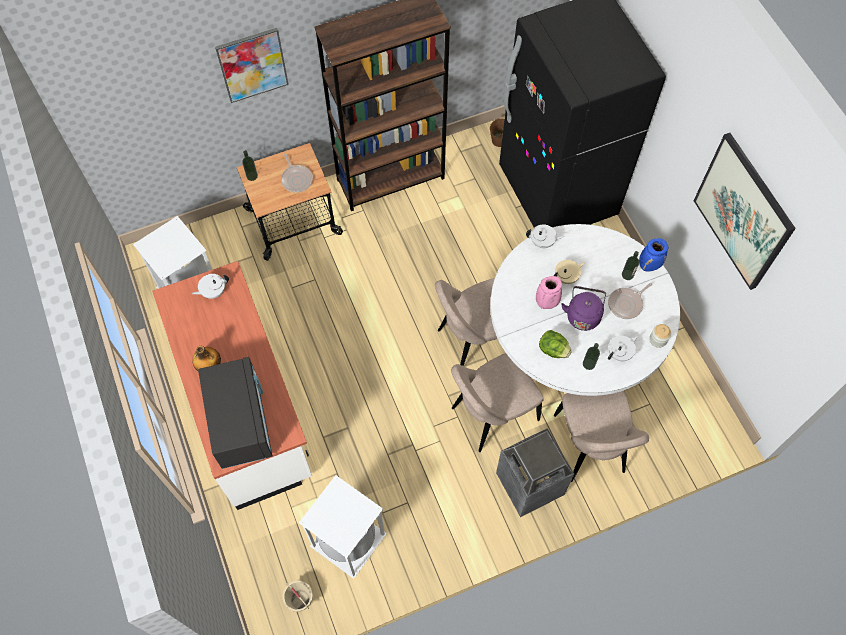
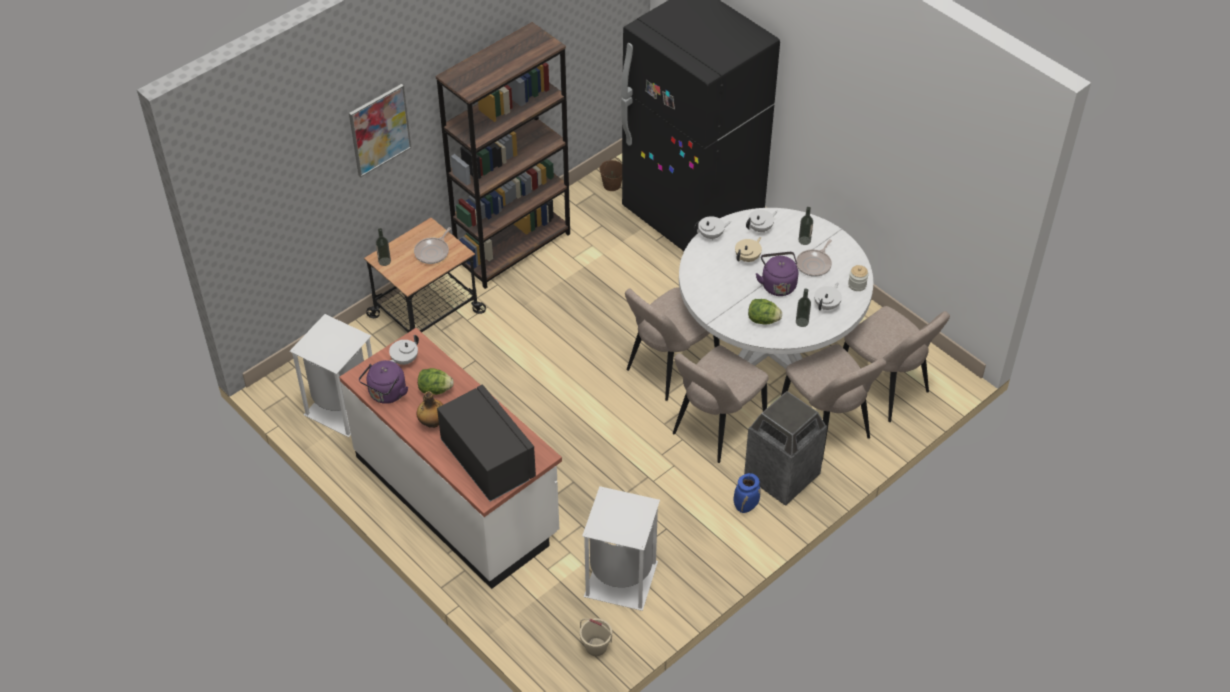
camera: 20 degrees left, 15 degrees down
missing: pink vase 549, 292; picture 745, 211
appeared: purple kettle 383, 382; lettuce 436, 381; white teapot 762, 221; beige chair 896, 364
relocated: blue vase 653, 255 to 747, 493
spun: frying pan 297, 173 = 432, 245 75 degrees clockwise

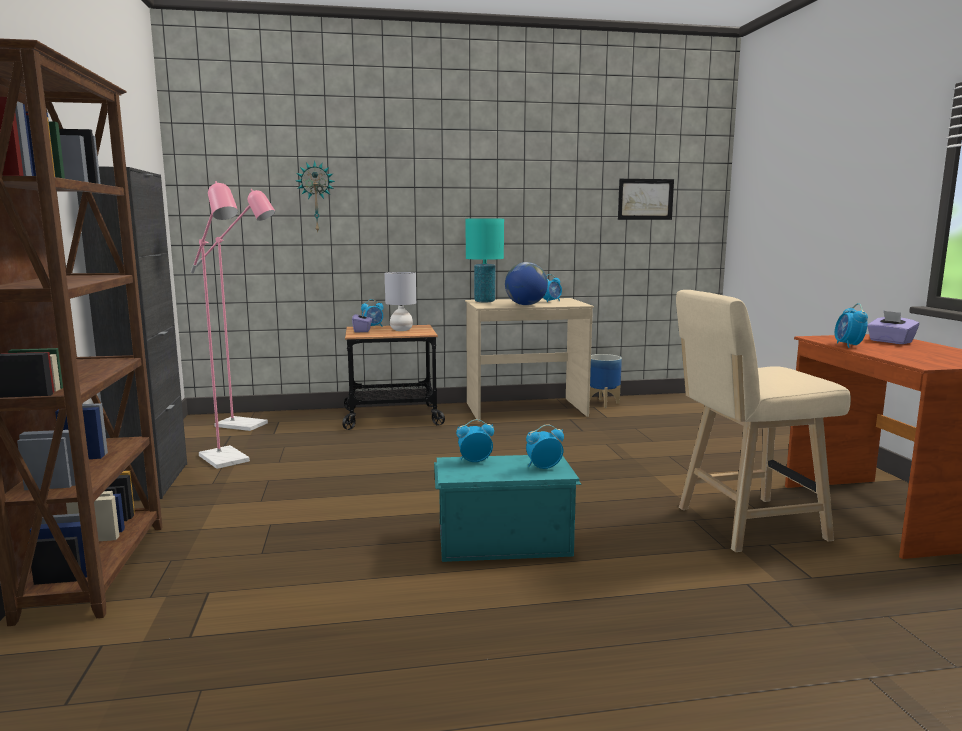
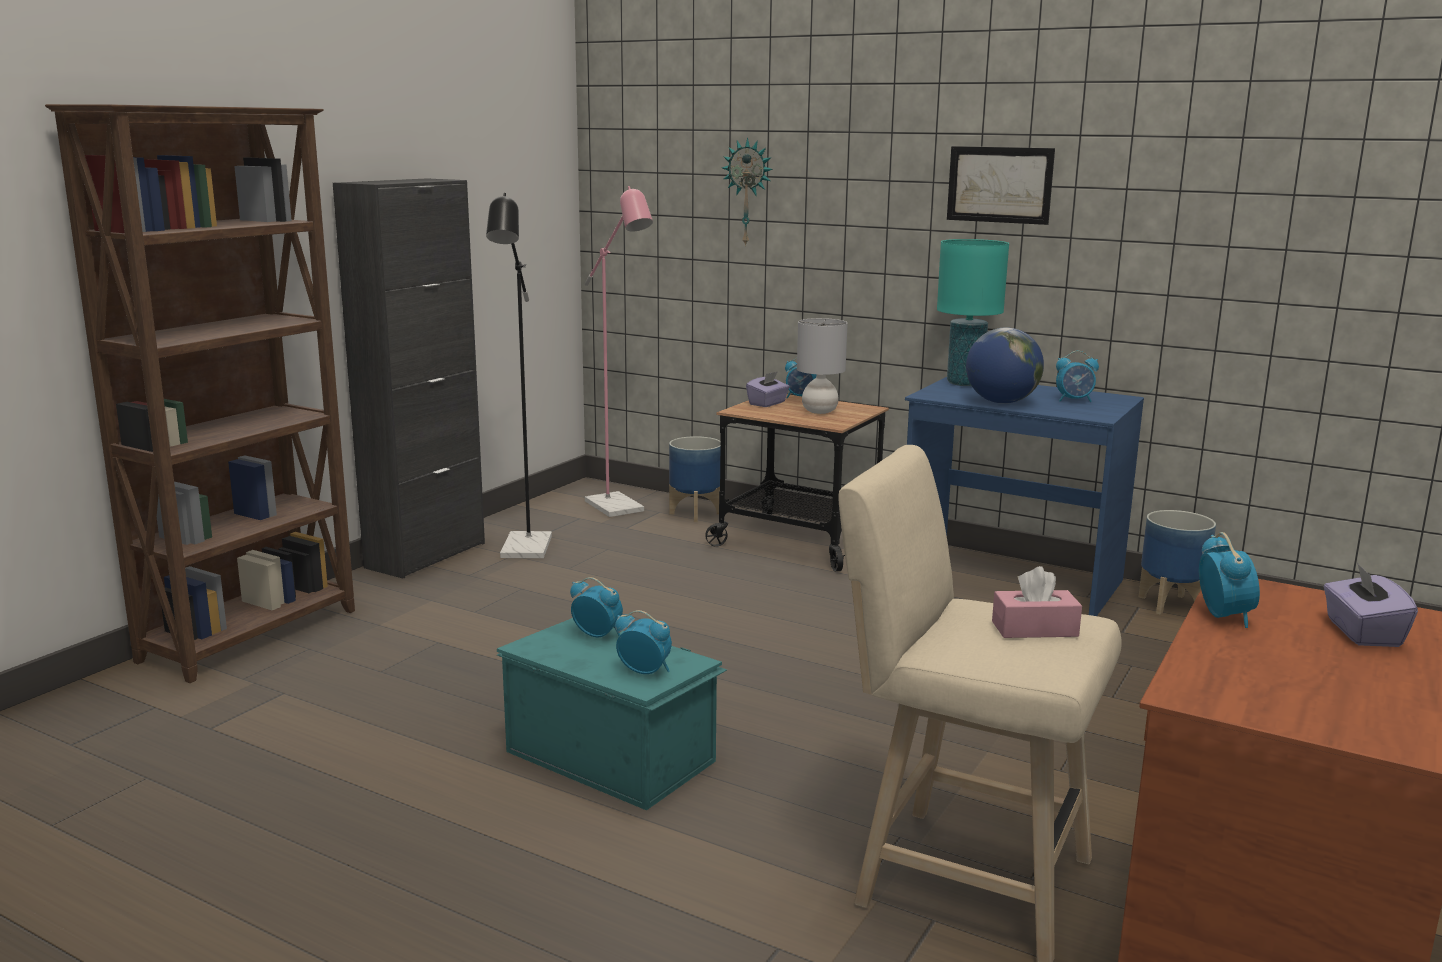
camera: 40 degrees right, 5 degrees up
appeared: planter 695, 479; pink tissue box 1037, 602
relocated: picture 646, 199 to 1001, 185
colour: pink floor lamp 220, 325 to black floor lamp 519, 375; beige desk 529, 360 to blue desk 1024, 496
spun: alarm clock 851, 325 = 1229, 580 135 degrees clockwise

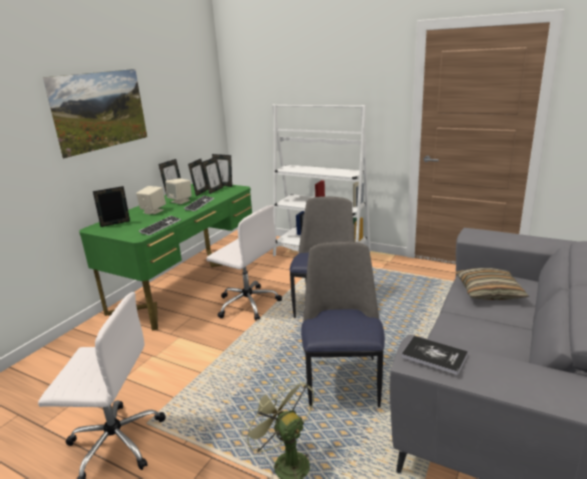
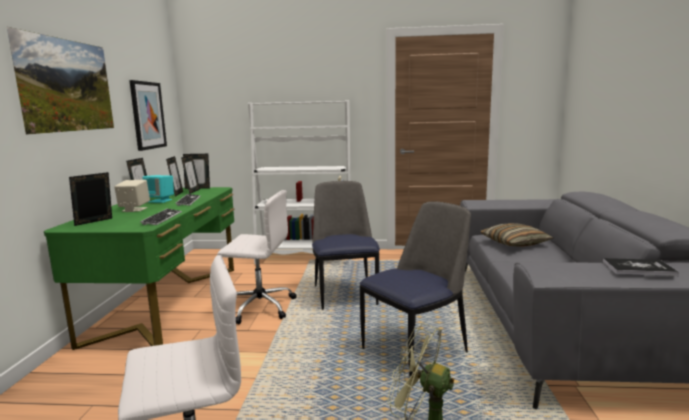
camera: 25 degrees left, 10 degrees down
appeared: picture 148, 115
relocated: book 434, 355 to 640, 267
colour: beige speaker 178, 191 to turquoise speaker 158, 189
spun: chair 343, 324 = 415, 289 75 degrees clockwise

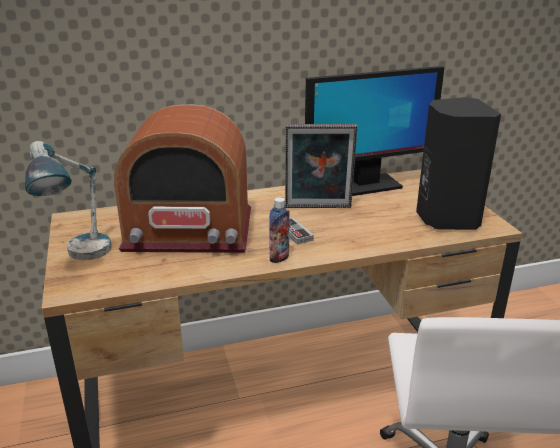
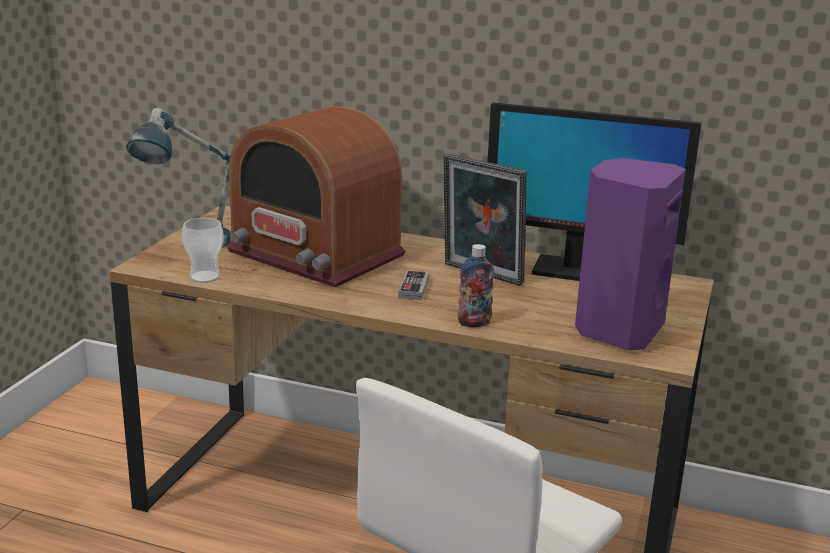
camera: 35 degrees right, 5 degrees down
appeared: cup 203, 250
relocated: bottle 279, 230 to 476, 285
colour: black speaker 458, 163 to purple speaker 630, 254

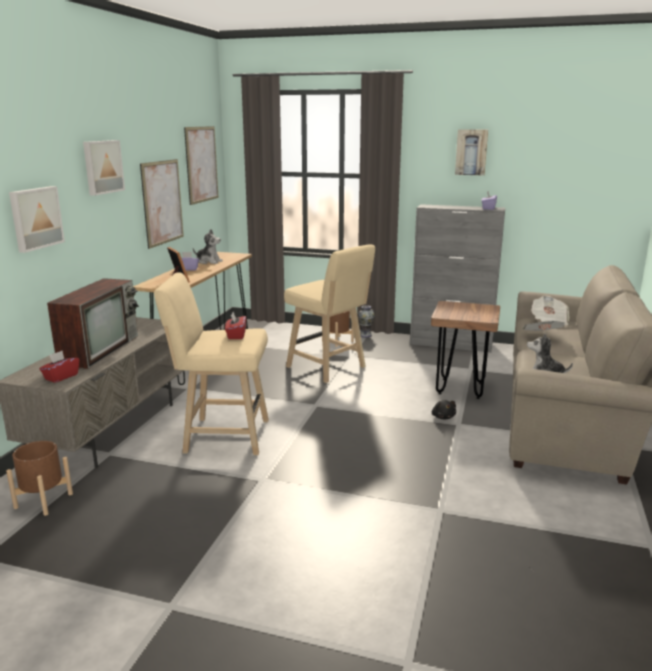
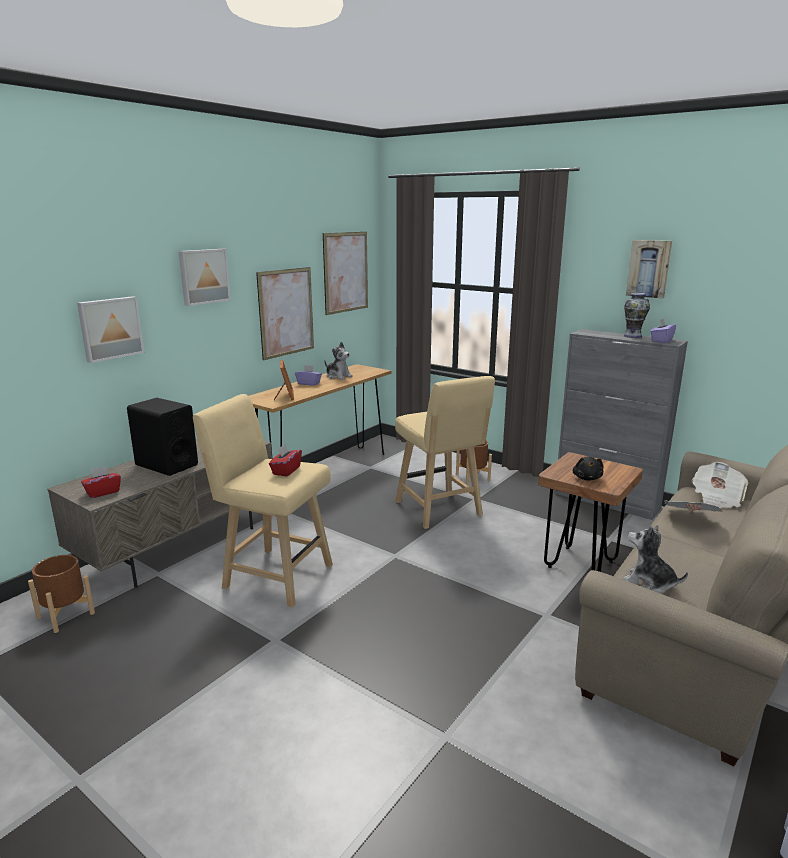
camera: 20 degrees right, 0 degrees up
relocated: vase 366, 321 to 637, 315; black plush toy 444, 410 to 588, 469
exchanged: television 93, 323 to black speaker 162, 437

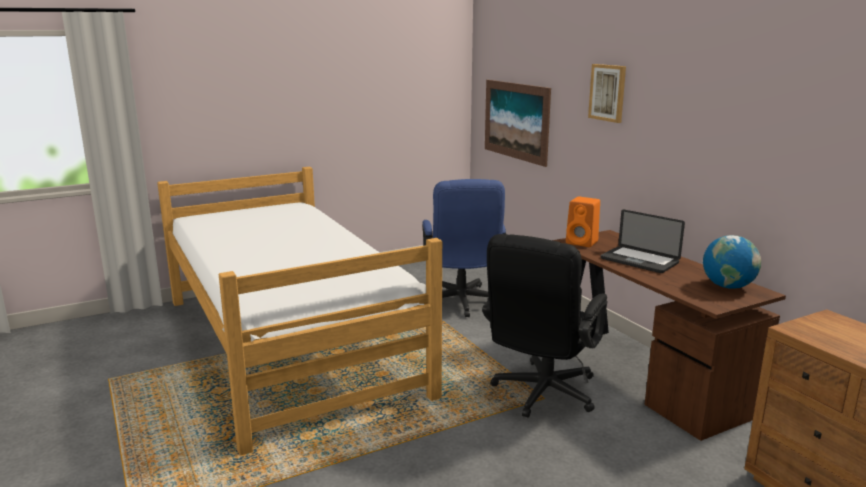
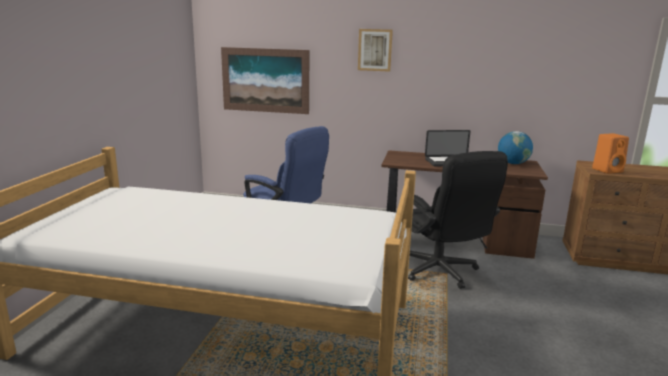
camera: 50 degrees left, 0 degrees up
relocated: orange speaker 583, 222 to 610, 153

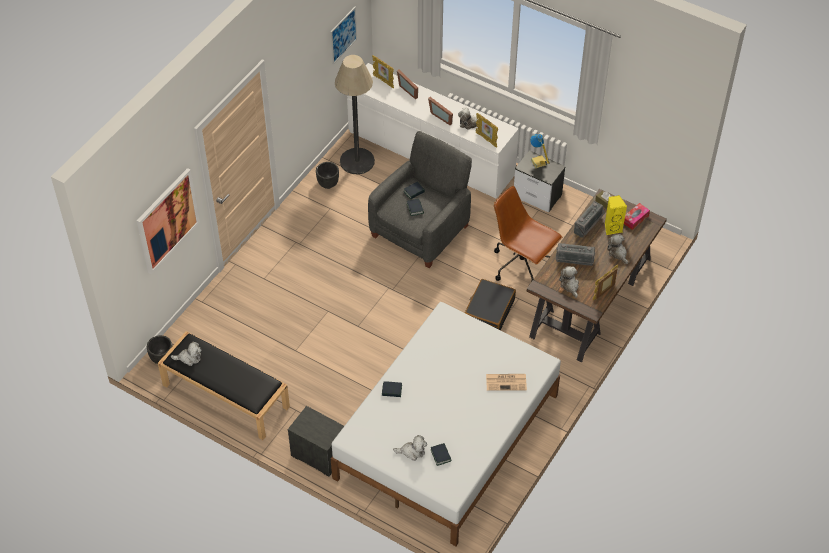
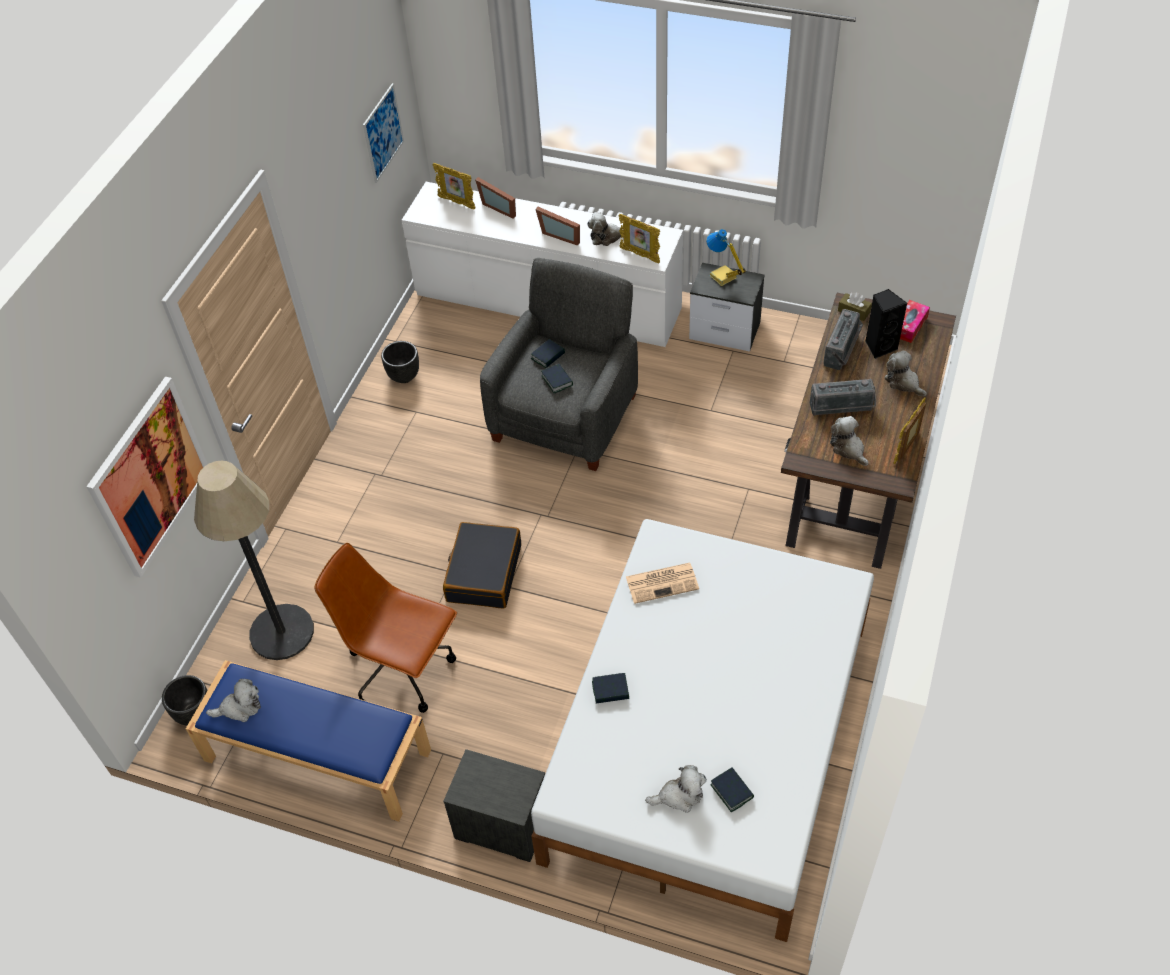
camera: 10 degrees left, 0 degrees up
relocated: floor lamp 355, 114 to 254, 560; black suitcase 490, 304 to 482, 565; newspaper 506, 382 to 662, 583; brown office chair 528, 235 to 385, 628
colour: black bench 224, 385 to blue bench 308, 741; yellow speaker 616, 215 to black speaker 886, 324

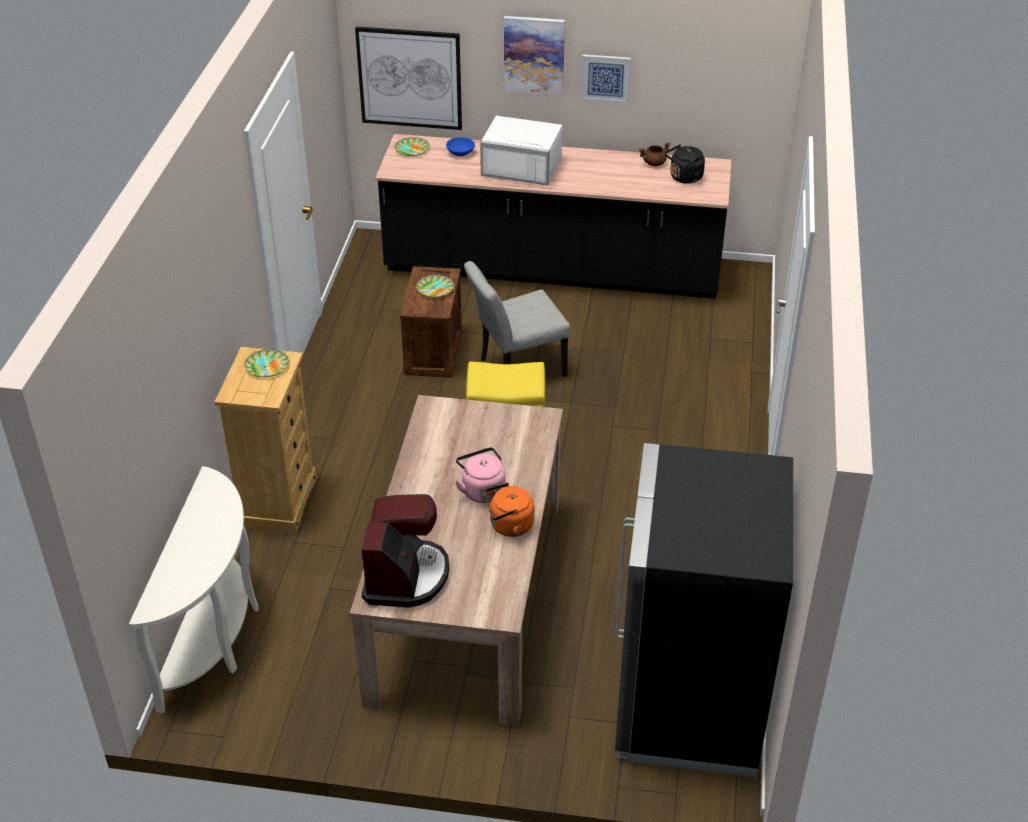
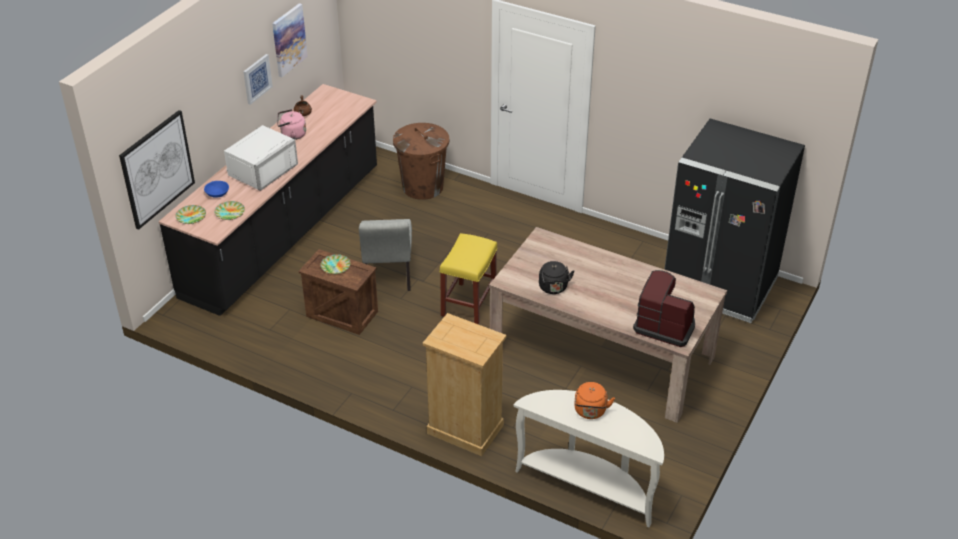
camera: 70 degrees left, 0 degrees up
appeared: brown trash can 421, 161
relocated: plate 266, 363 to 229, 210; pink kettle 480, 475 to 291, 124; orange kettle 509, 510 to 594, 400; picture 534, 55 to 290, 40; black kettle 685, 164 to 556, 277

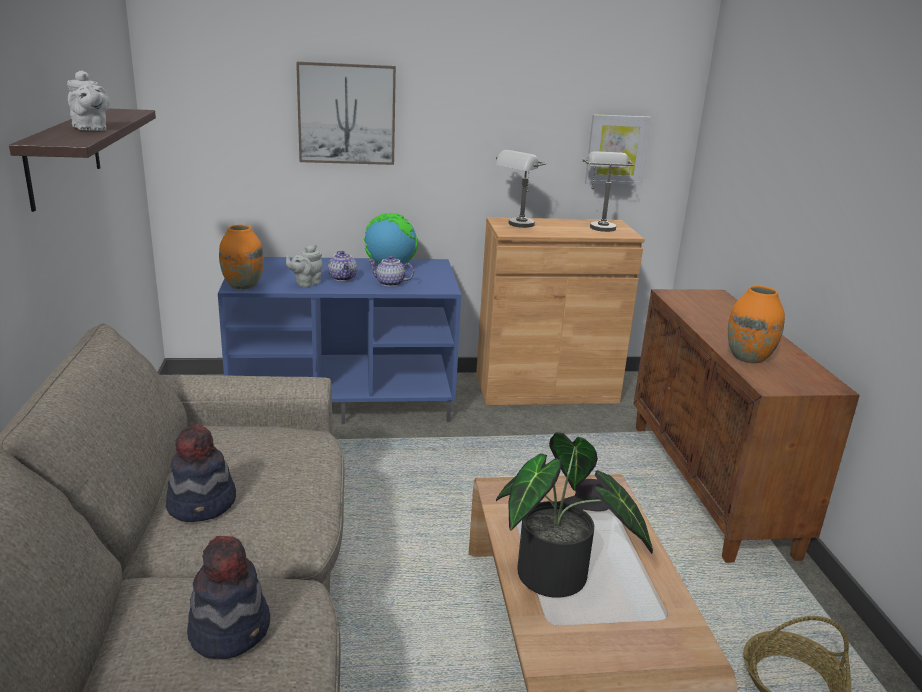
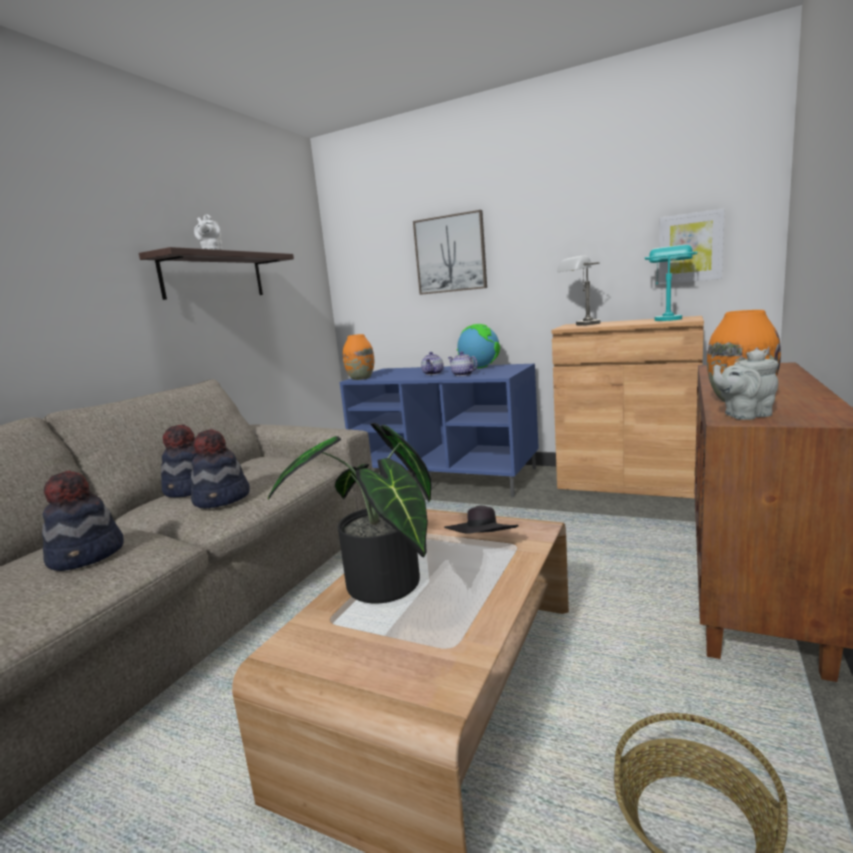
camera: 35 degrees right, 10 degrees down
appeared: hat 220, 468
relocated: grey teapot 304, 266 to 745, 384
colour: grey table lamp 608, 191 to turquoise table lamp 670, 283

